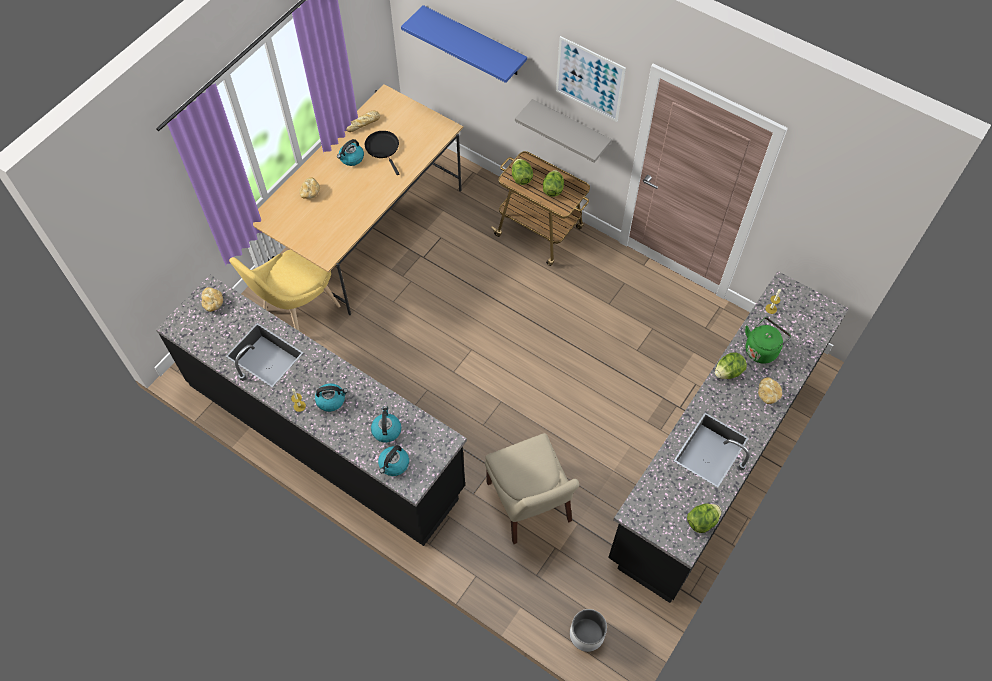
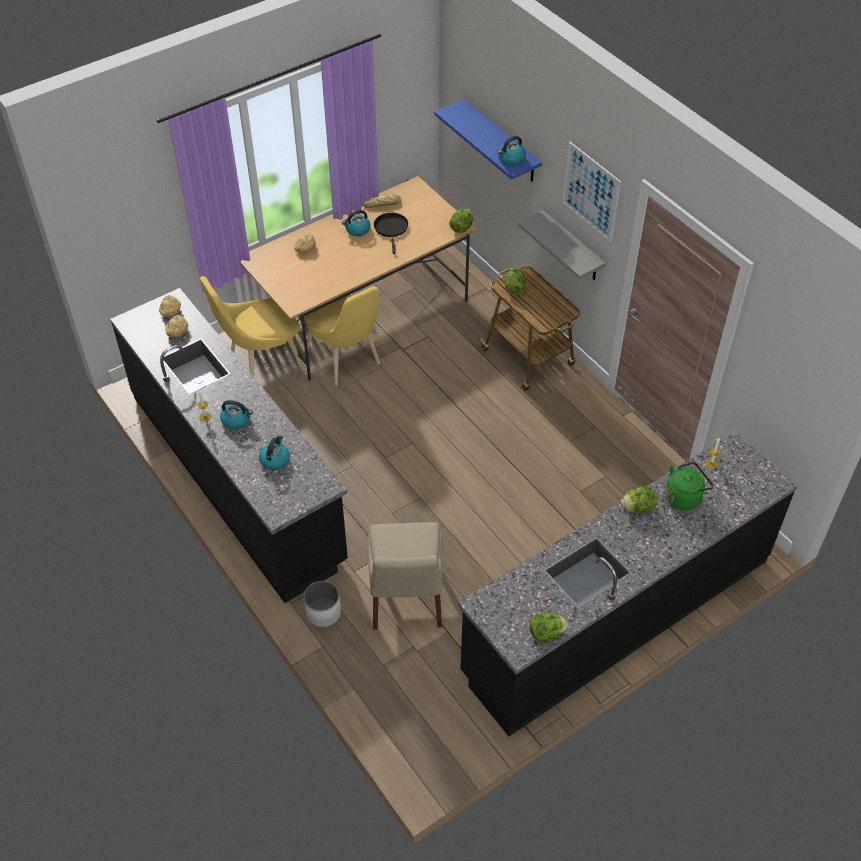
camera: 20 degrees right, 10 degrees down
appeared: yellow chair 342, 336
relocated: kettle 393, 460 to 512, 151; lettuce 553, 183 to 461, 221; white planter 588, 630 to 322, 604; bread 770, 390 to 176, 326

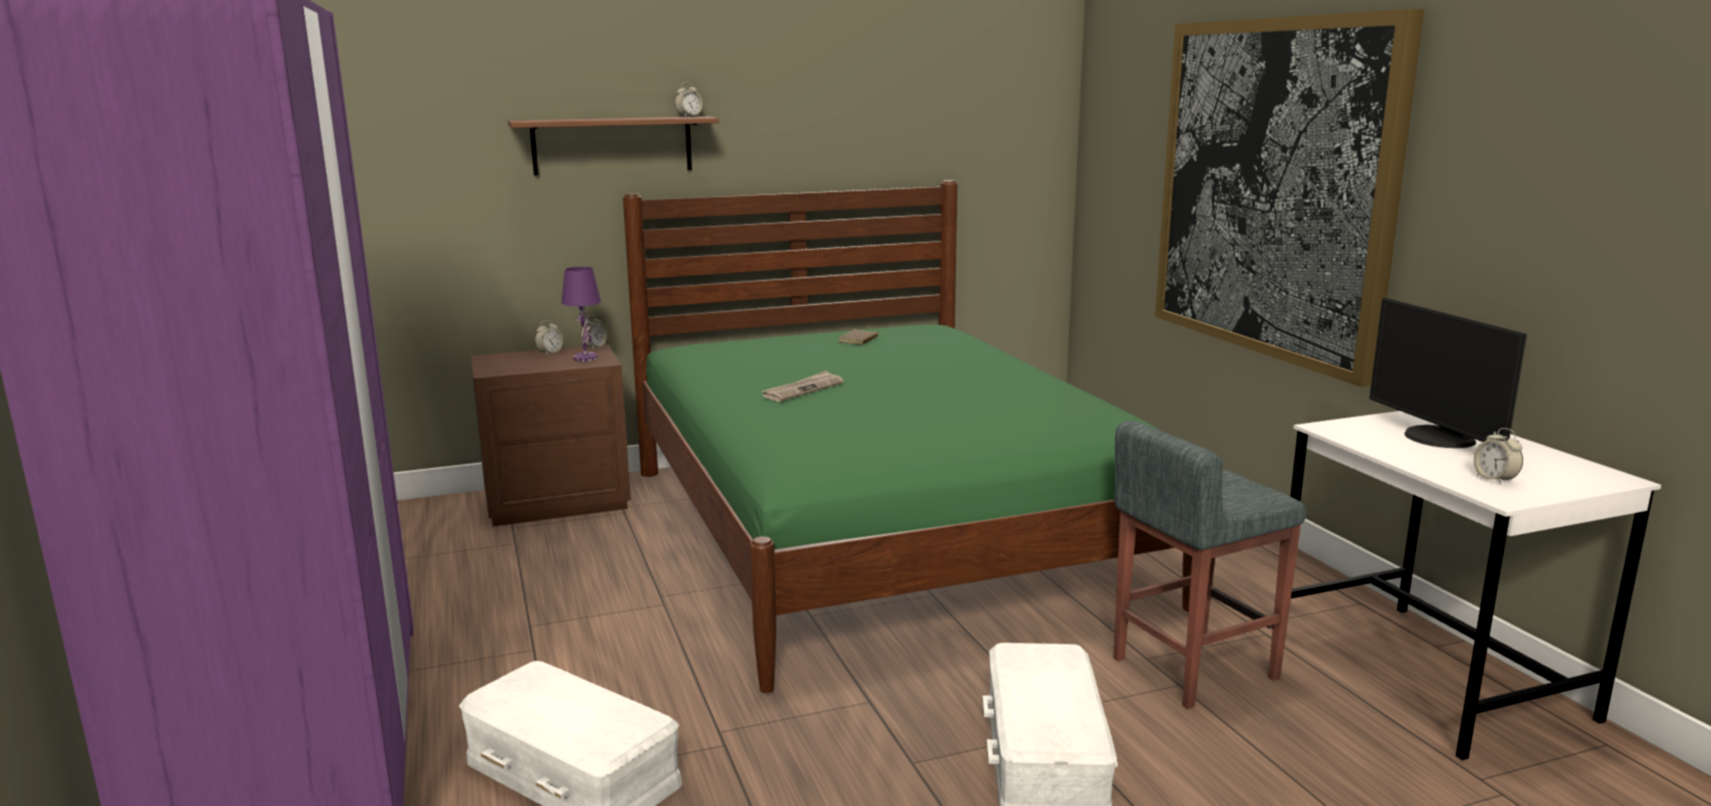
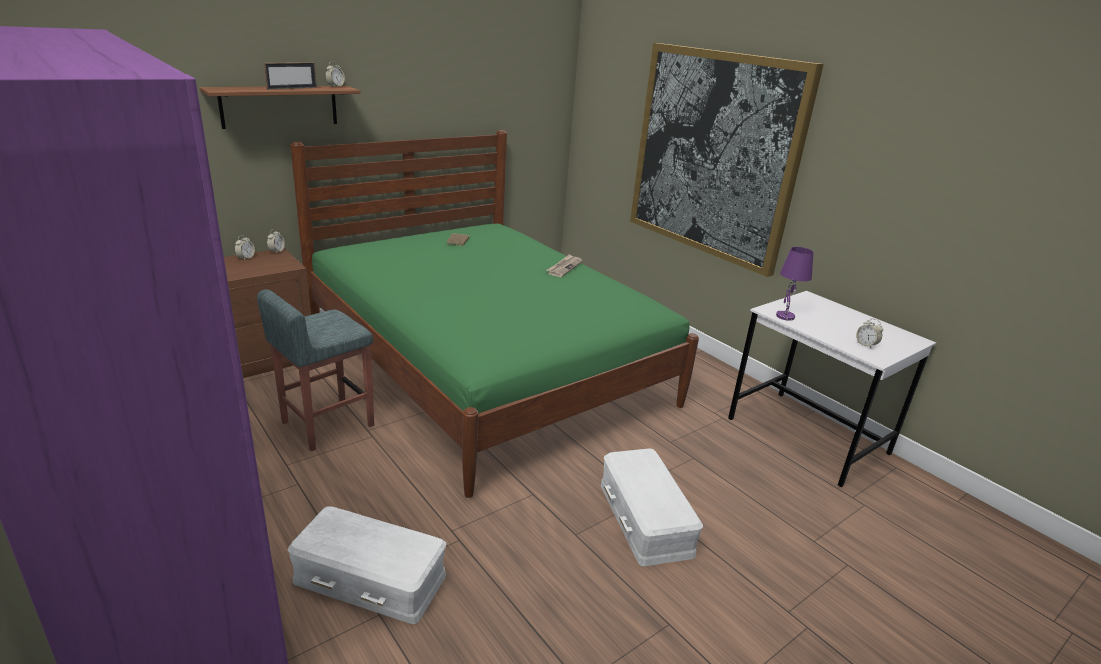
camera: 20 degrees left, 10 degrees up
missing: monitor 1448, 373
appeared: picture frame 290, 76
relocated: purple table lamp 581, 314 to 794, 284; newspaper 803, 386 to 564, 265; grey stool 1210, 565 to 315, 370

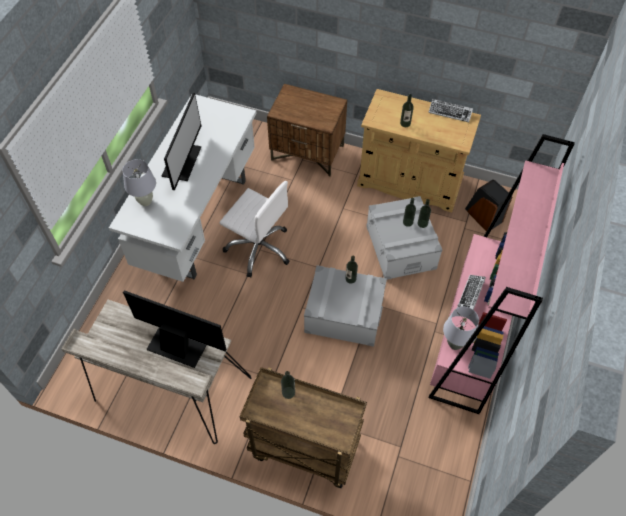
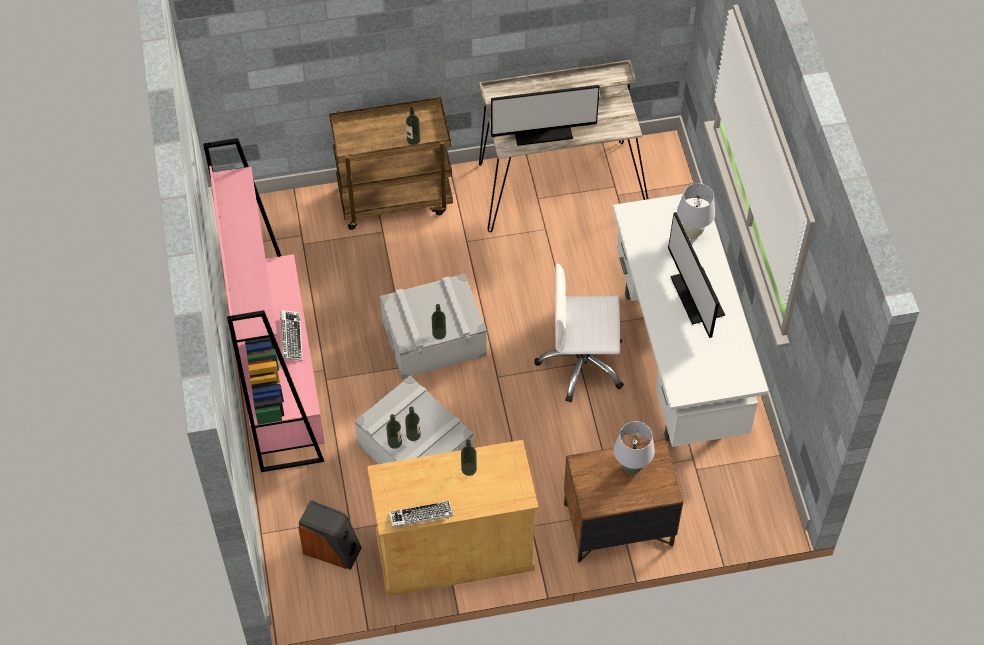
camera: 150 degrees right, 0 degrees up
relocated: grey table lamp 461, 328 to 634, 448

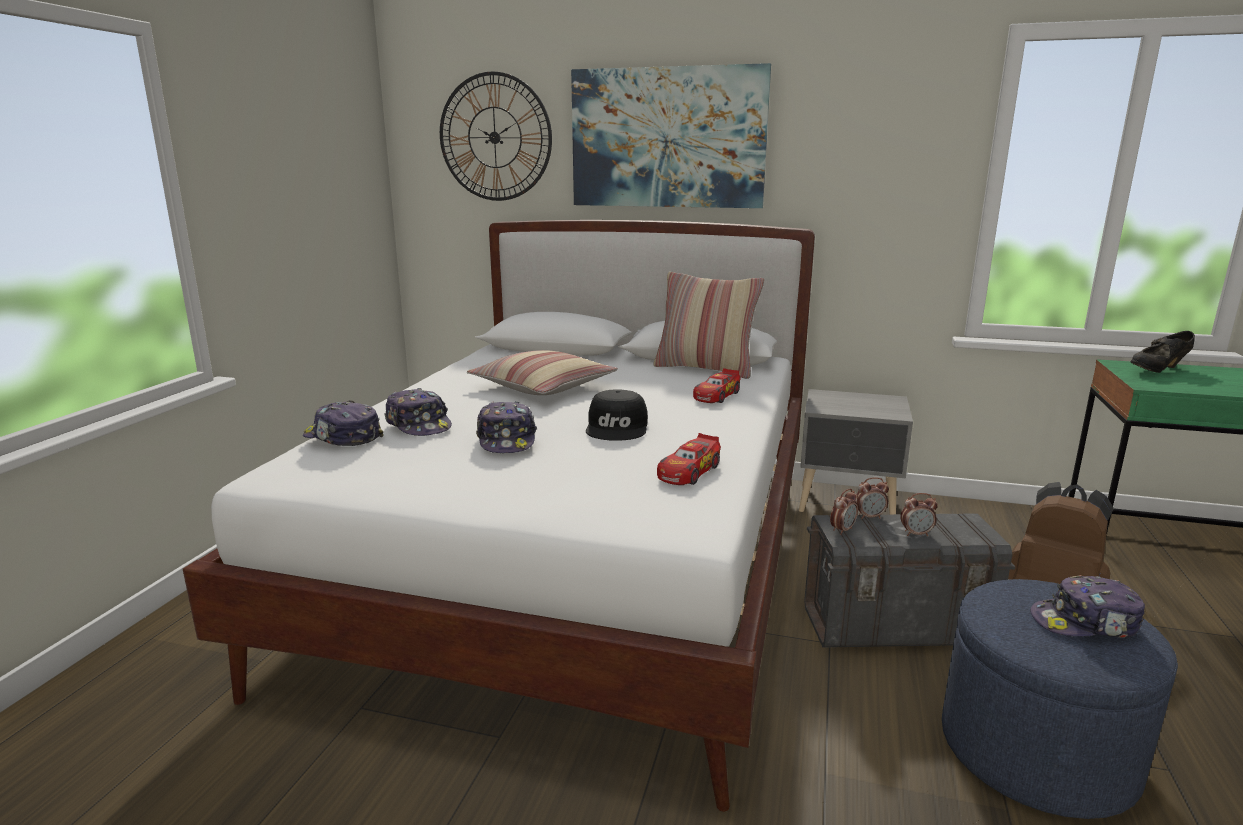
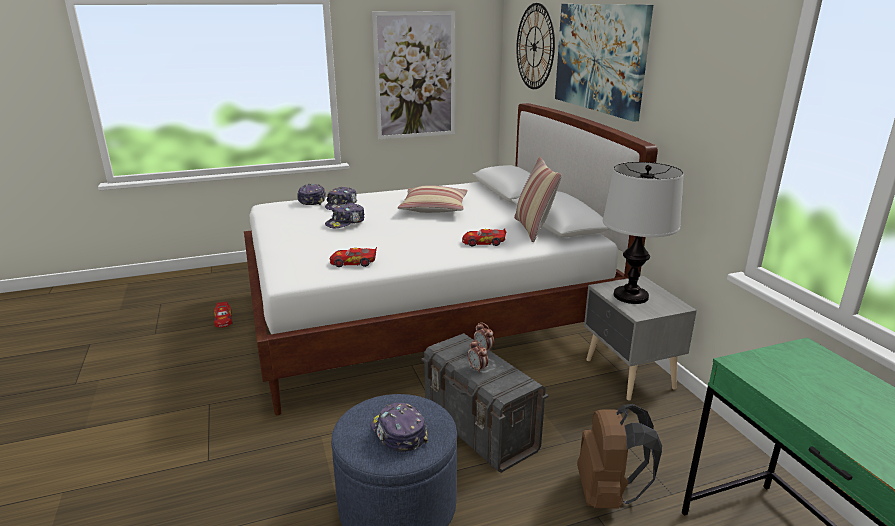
camera: 55 degrees right, 5 degrees up
missing: black cap 617, 415; alarm clock 844, 511; black shoe 1163, 352
appeared: toy car 223, 314; picture 413, 75; table lamp 643, 233

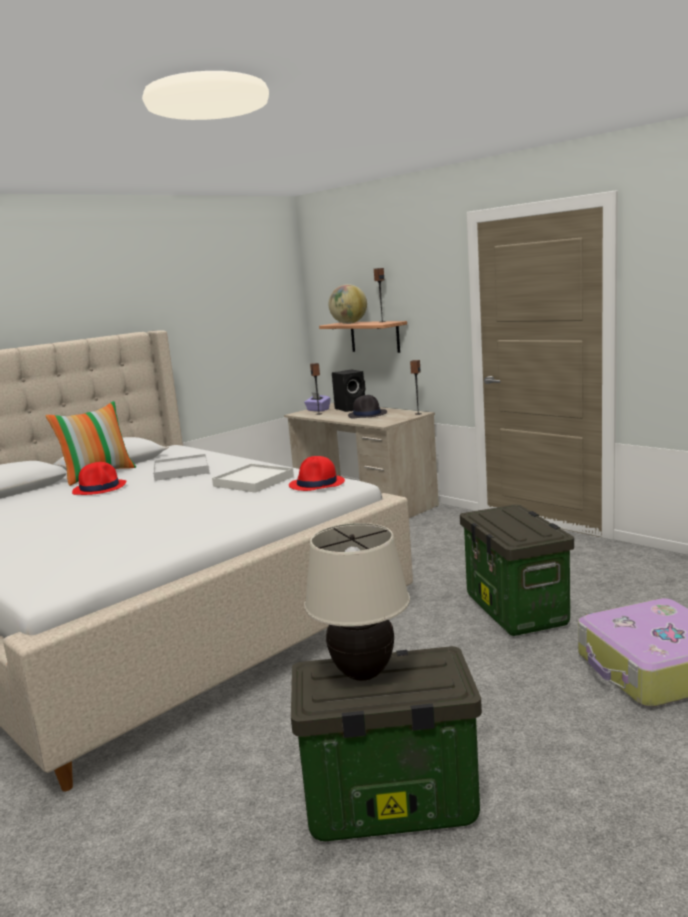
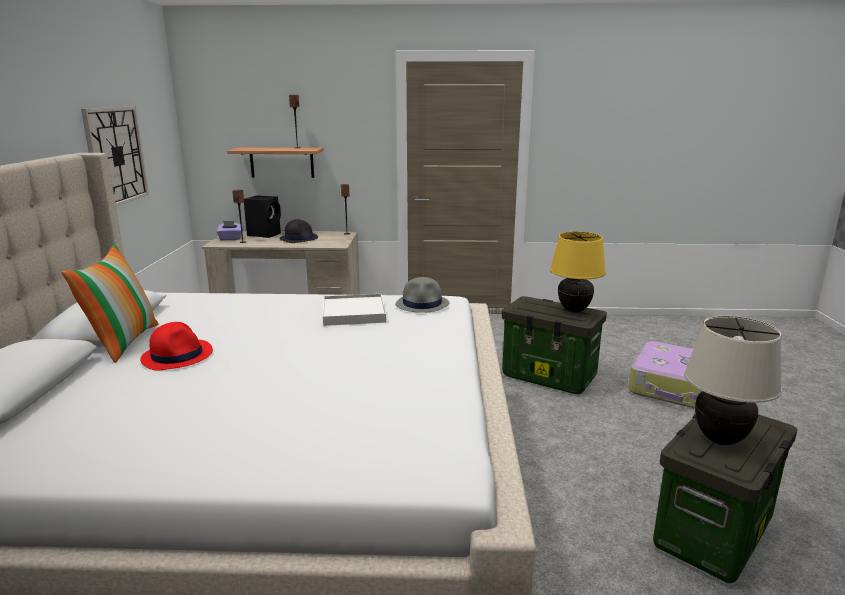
camera: 45 degrees left, 5 degrees up
missing: white tray 181, 467; globe 348, 304
appeared: wall clock 115, 156; yellow table lamp 578, 272
colour: red hat 317, 473 to grey hat 422, 295

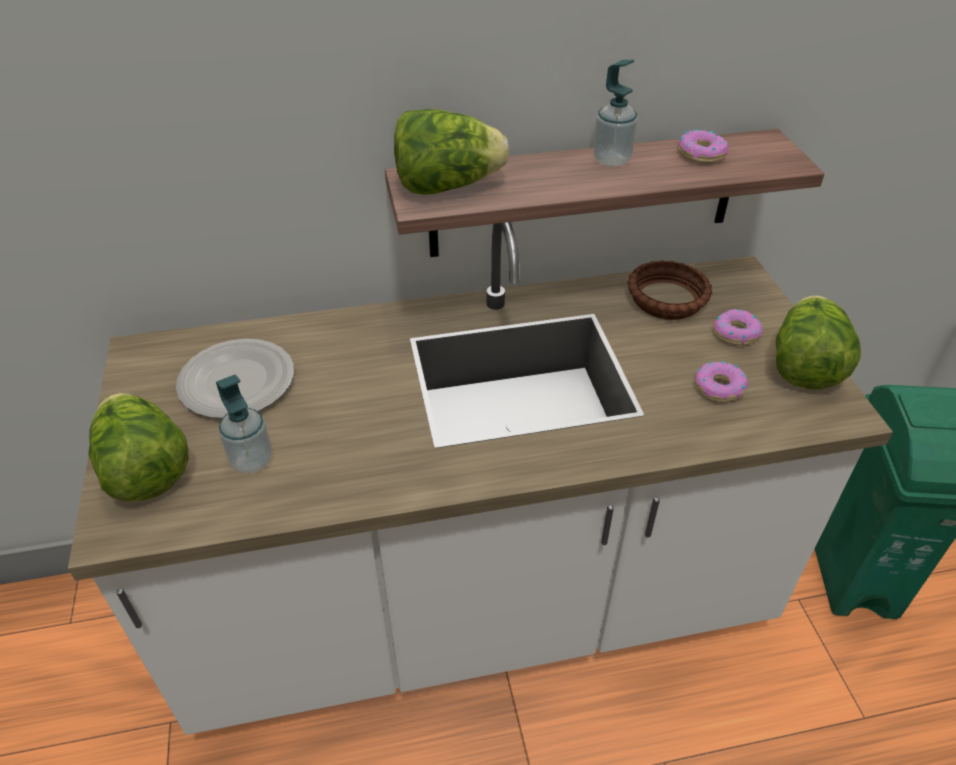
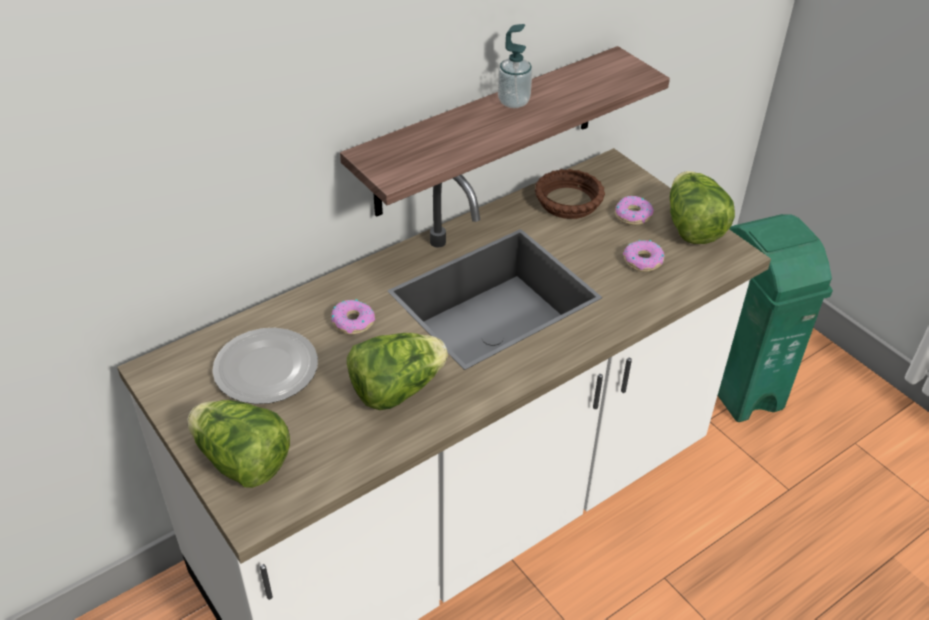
camera: 25 degrees left, 0 degrees up
missing: soap dispenser 244, 424
relocated: lettuce 451, 152 to 397, 371; donut 703, 146 to 353, 317

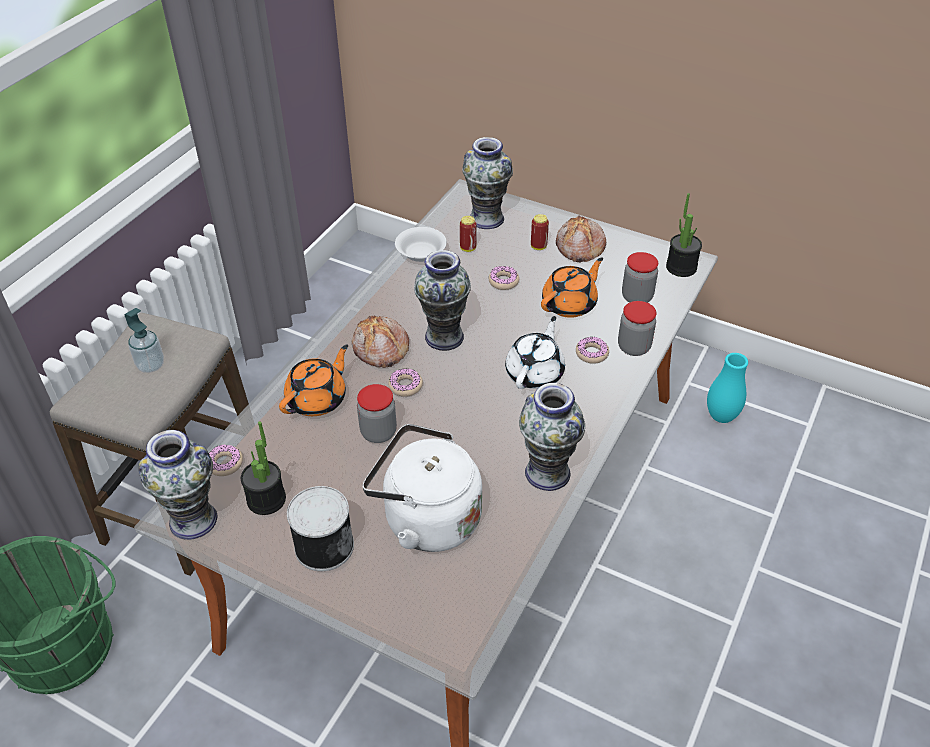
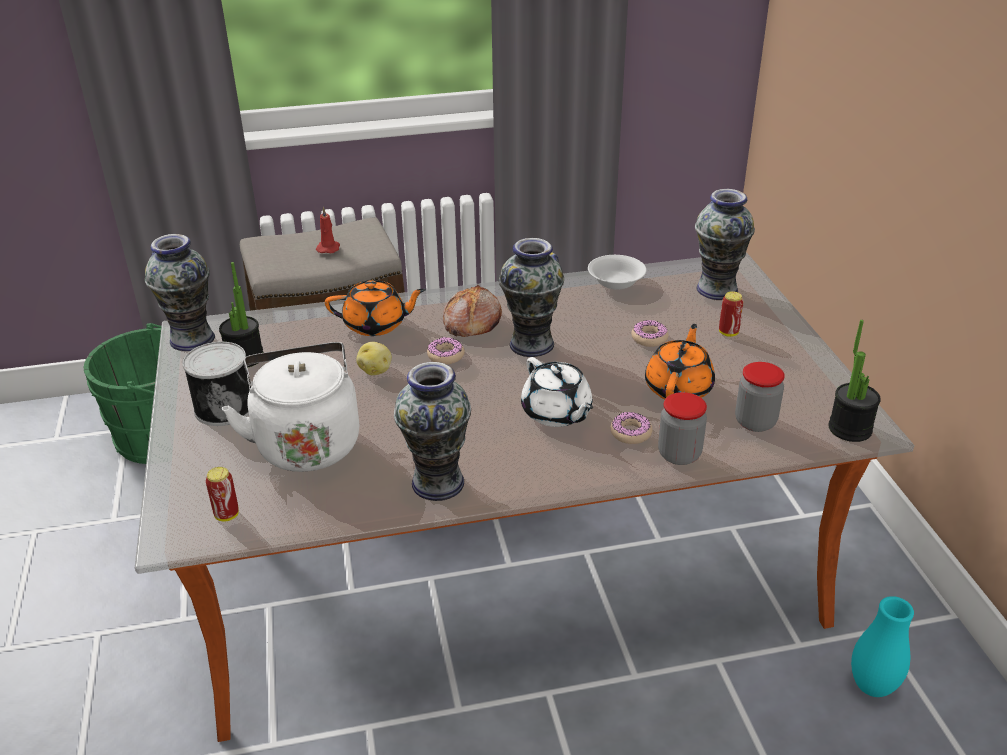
camera: 50 degrees right, 10 degrees down
missing: donut 226, 460; bread 581, 239
relocated: can 468, 234 to 222, 494
exchanged: soap dispenser 144, 340 to red candle 328, 230; jar 377, 413 to potato 374, 358
spun: white teapot 535, 352 = 557, 392 75 degrees clockwise; orange teapot 572, 287 = 680, 361 75 degrees counterclockwise

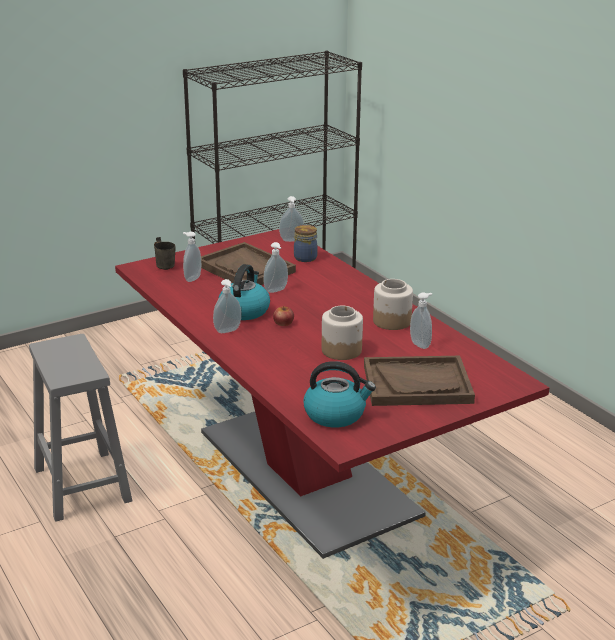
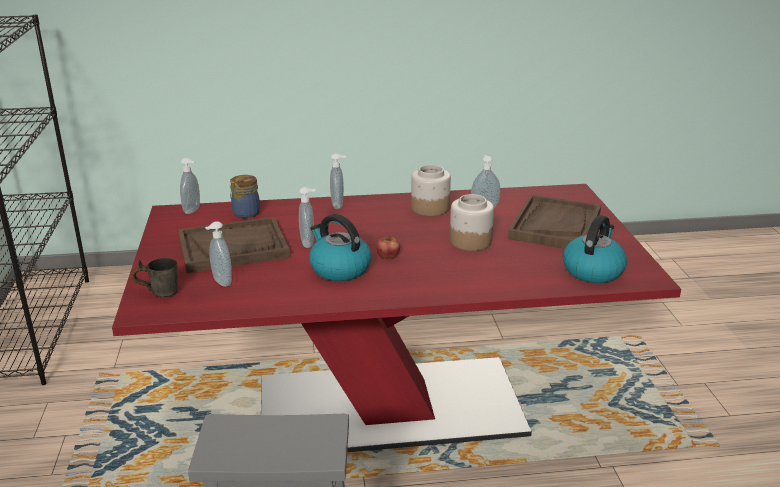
camera: 65 degrees left, 0 degrees up
relocated: soap dispenser 227, 306 to 338, 181

